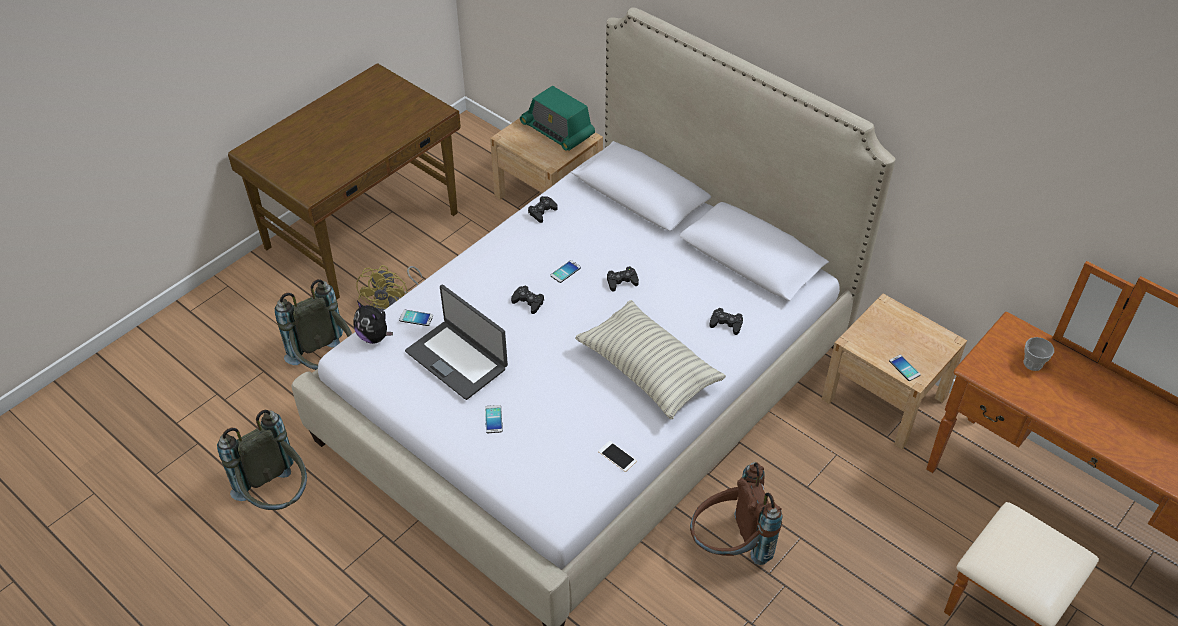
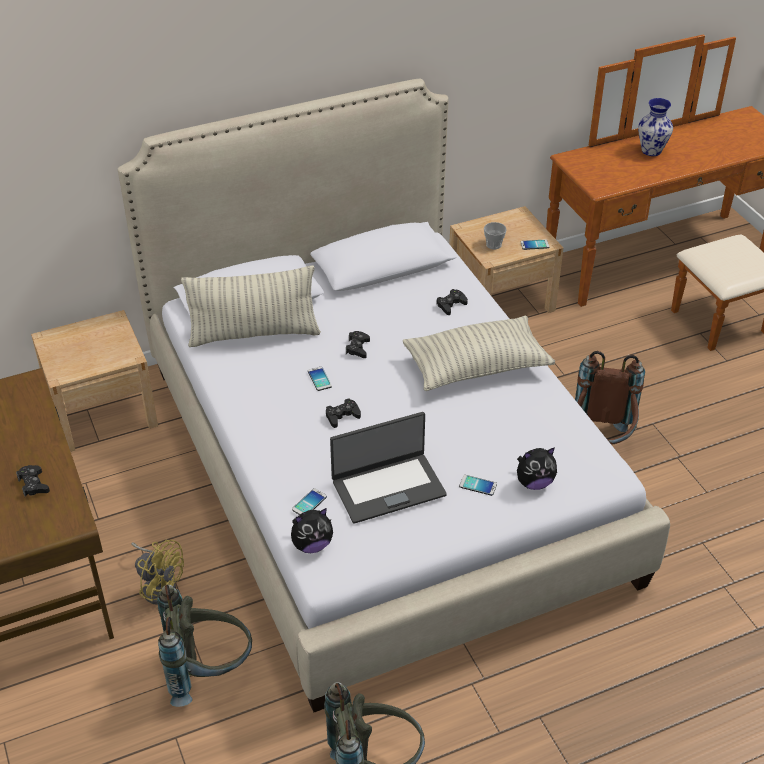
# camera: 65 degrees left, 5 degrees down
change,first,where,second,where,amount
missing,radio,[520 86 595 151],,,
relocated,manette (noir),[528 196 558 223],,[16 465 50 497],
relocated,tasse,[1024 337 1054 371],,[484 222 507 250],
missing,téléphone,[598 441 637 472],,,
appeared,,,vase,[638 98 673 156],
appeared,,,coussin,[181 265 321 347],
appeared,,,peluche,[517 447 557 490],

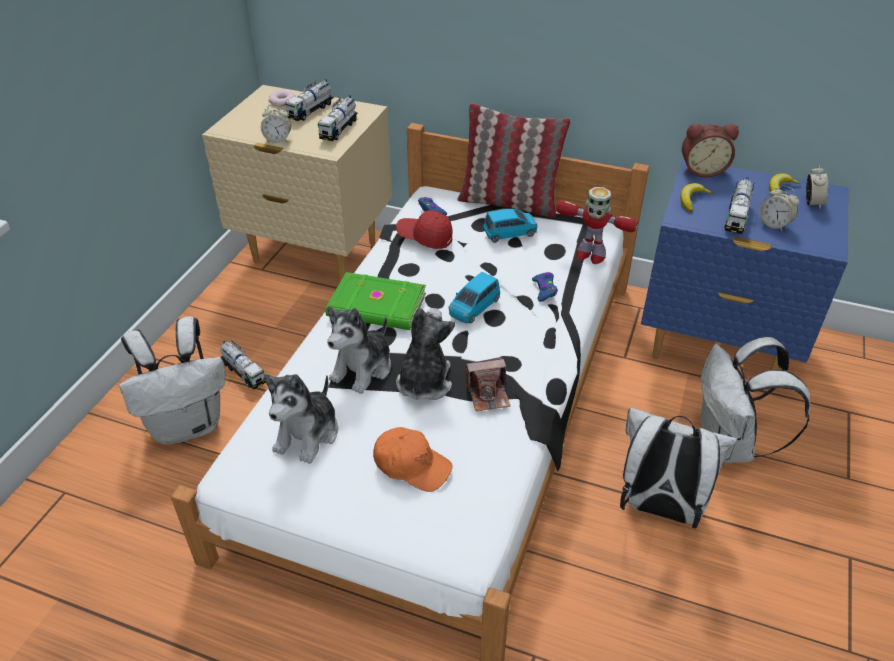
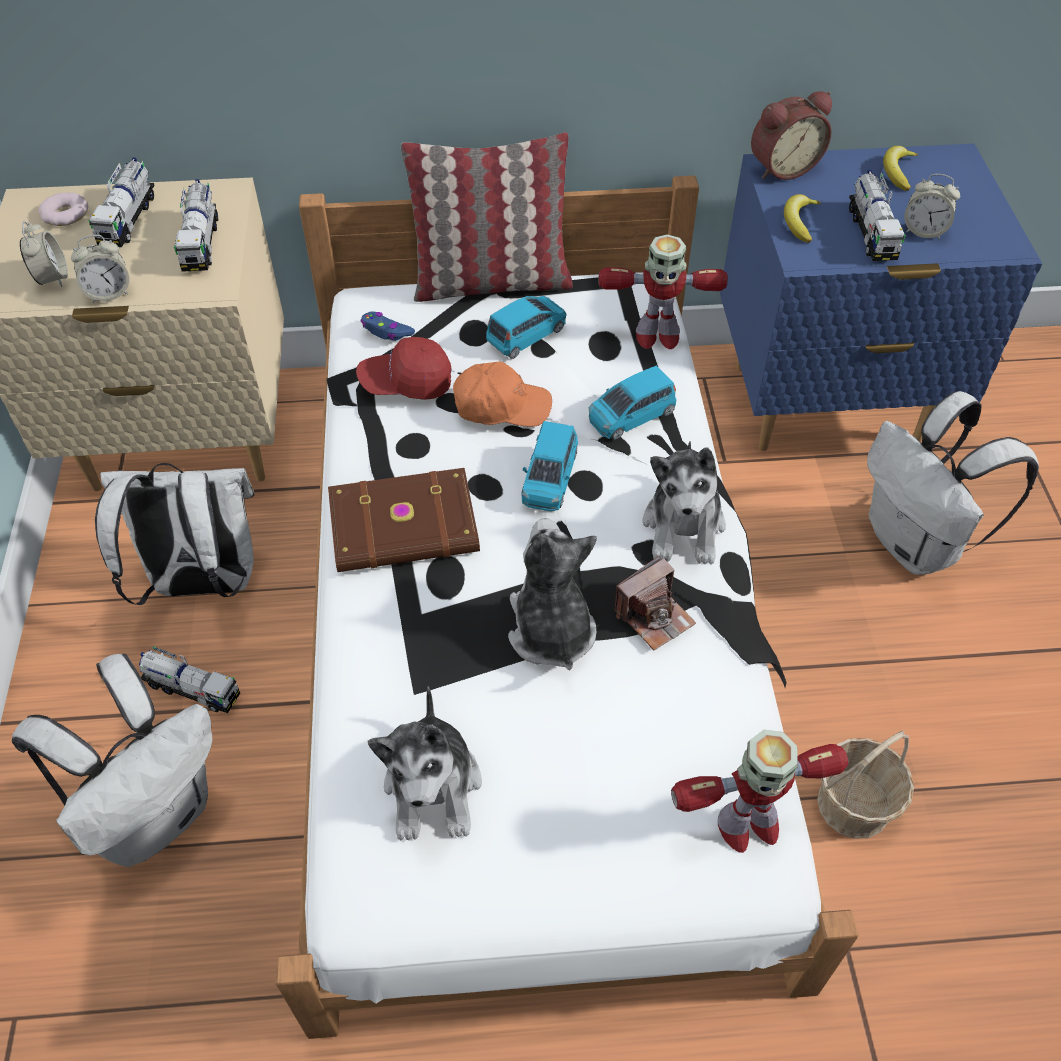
# camera: 25 degrees left, 10 degrees up
change,first,where,second,where,amount
relocated,réveil,[806 165 828 209],,[20 221 68 287],
colour,livre (vert),[325 272 426 330],livre (marron),[328 468 480 572],
exchanged,manette (bleu),[532 272 558 302],petite voiture (bleu),[589 365 677 440],
relocated,peluche,[327 306 391 394],,[643 441 726 565],
relocated,sac à dos (blanc),[620 408 737 528],,[95 463 255 605],
relocated,casquette (orange),[373 427 453 492],,[453 362 552 427],
appeared,,,robot jouet,[671 730 848 853],
appeared,,,panier,[817 730 914 839],

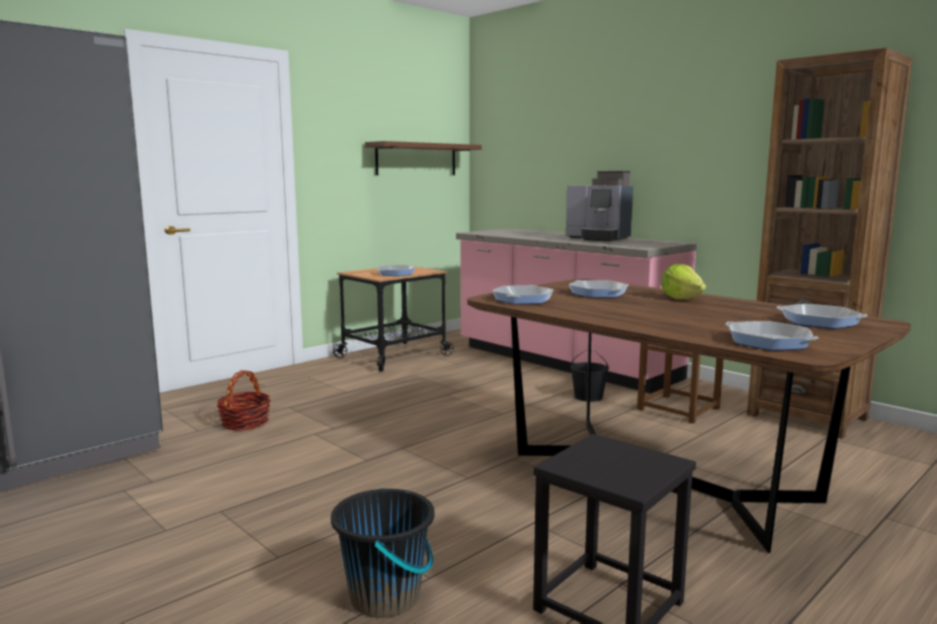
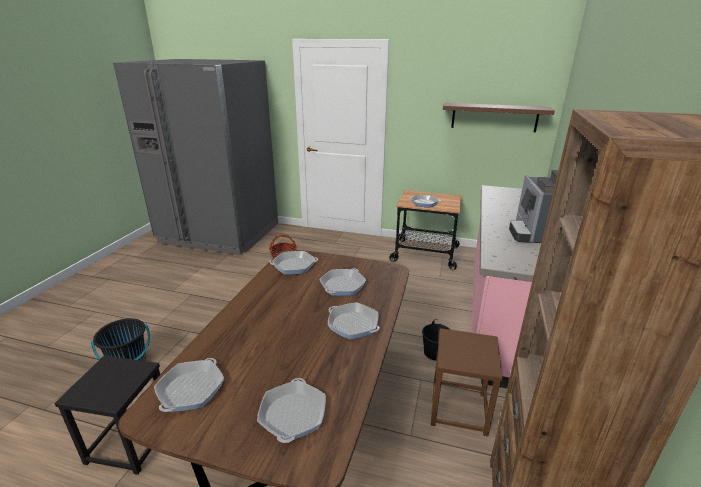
# camera: 60 degrees right, 15 degrees up
change,first,where,second,where,amount
exchanged,laitue,[661 264 706 300],poêle,[328 302 380 339],

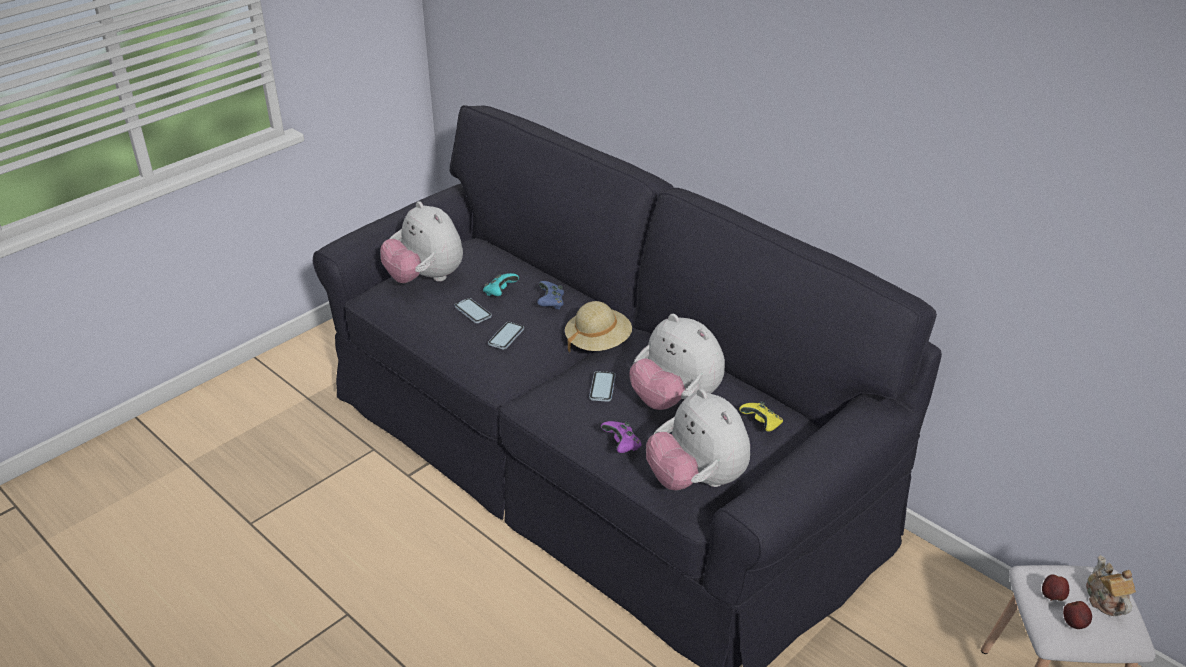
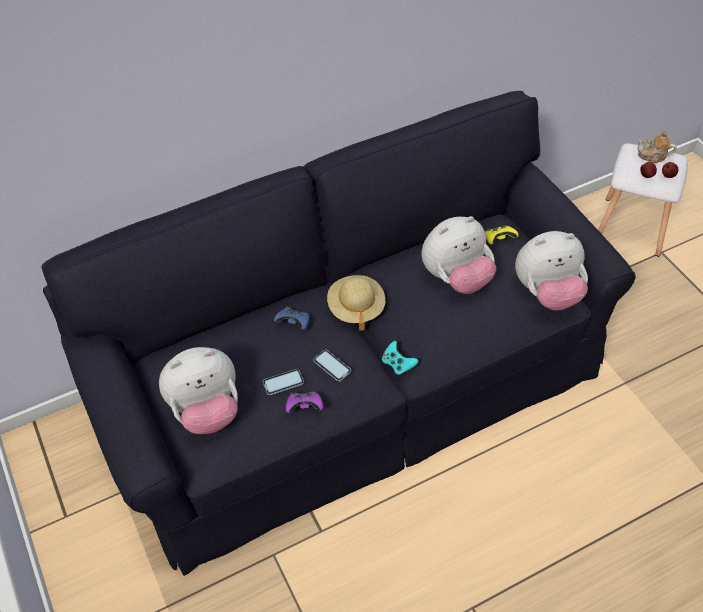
# camera: 70 degrees left, 15 degrees up
change,first,where,second,where,amount
relocated,manette (turquoise),[483 273 519 296],,[382 341 419 375],
missing,téléphone,[589 371 616 402],,,
relocated,manette (violet),[601 421 642 453],,[286 392 323 413],

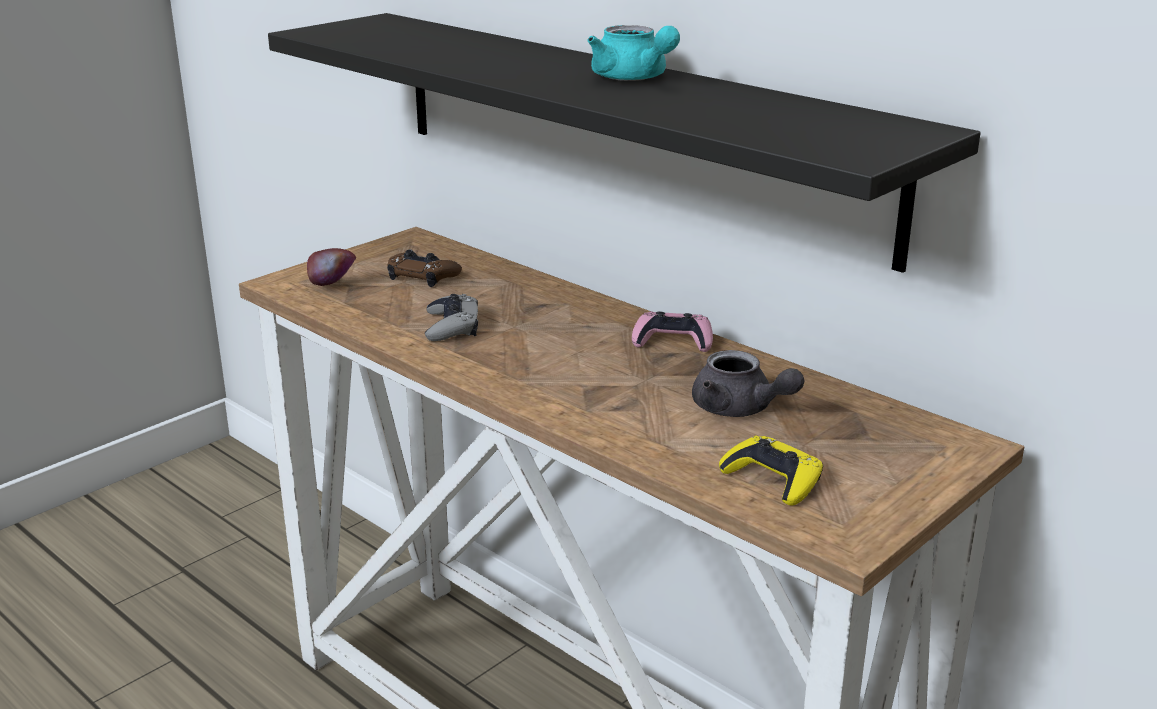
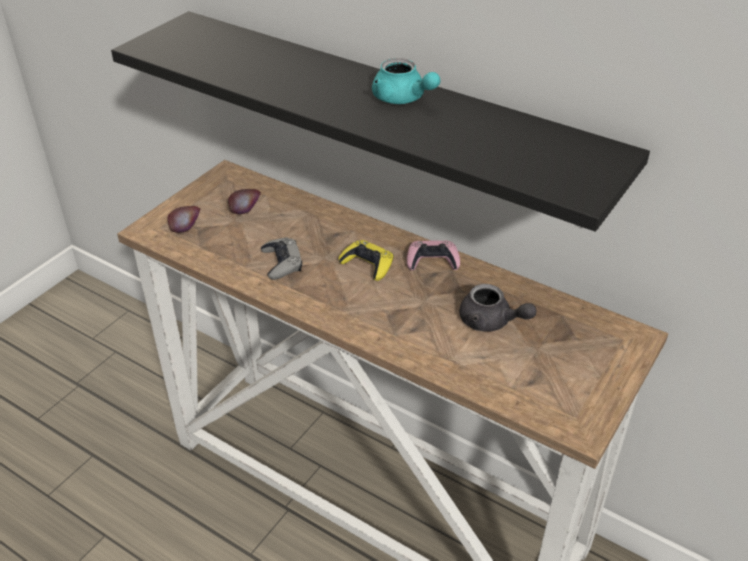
# camera: 10 degrees left, 15 degrees up
change,first,where,second,where,amount
exchanged,manette (marron),[387 249 462 287],pomme,[228 189 261 214],
relocated,manette (jaune),[719 435 823 505],,[338 240 394 281],

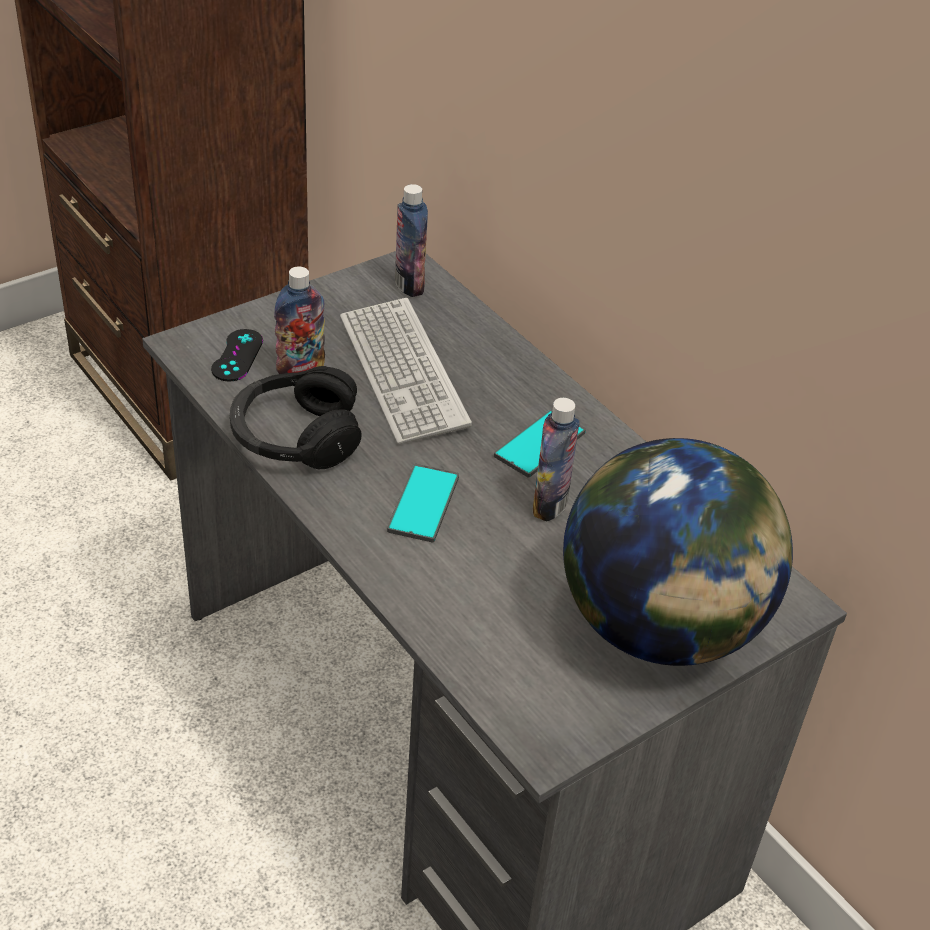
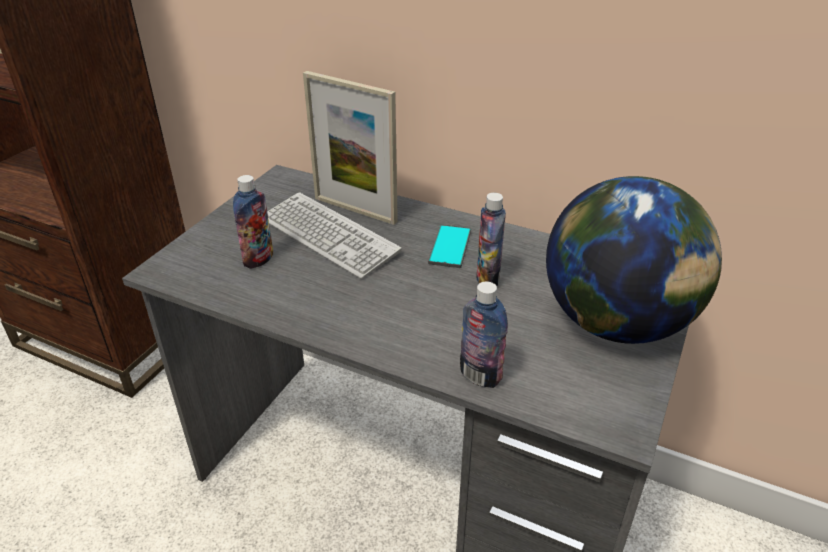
# camera: 25 degrees left, 5 degrees down
change,first,where,second,where,amount
relocated,bouteille,[395 184 428 297],,[460 281 508 388],
missing,manette (noir),[211 329 263 381],,,
missing,casque audio (noir),[230 366 361 469],,,
missing,téléphone,[387 464 459 542],,,
appeared,,,cadre photo,[303 71 398 225],

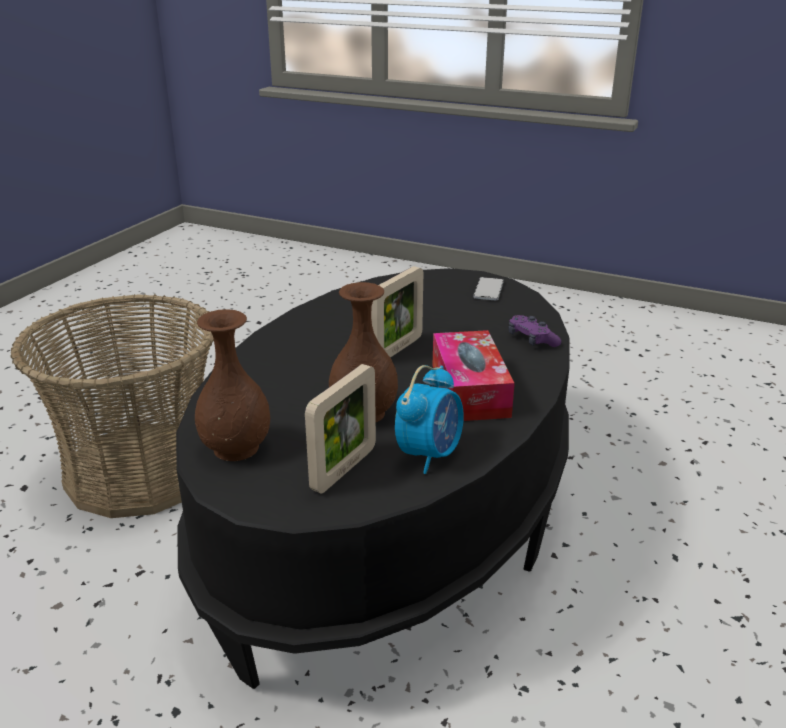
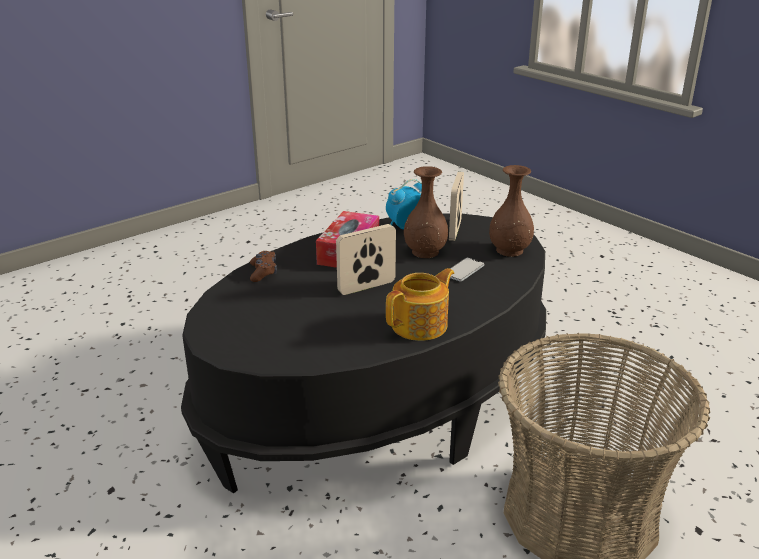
# camera: 155 degrees left, 0 degrees up
change,first,where,second,where,amount
relocated,téléphone,[473 277 504 301],,[450 258 484 281],
colour,manette (violet),[508 315 561 347],manette (marron),[250 251 277 282],
spun,cadre photo,[305 364 376 493],,[449 172 464 241],45 degrees counterclockwise
appeared,,,théière,[386 268 454 341],

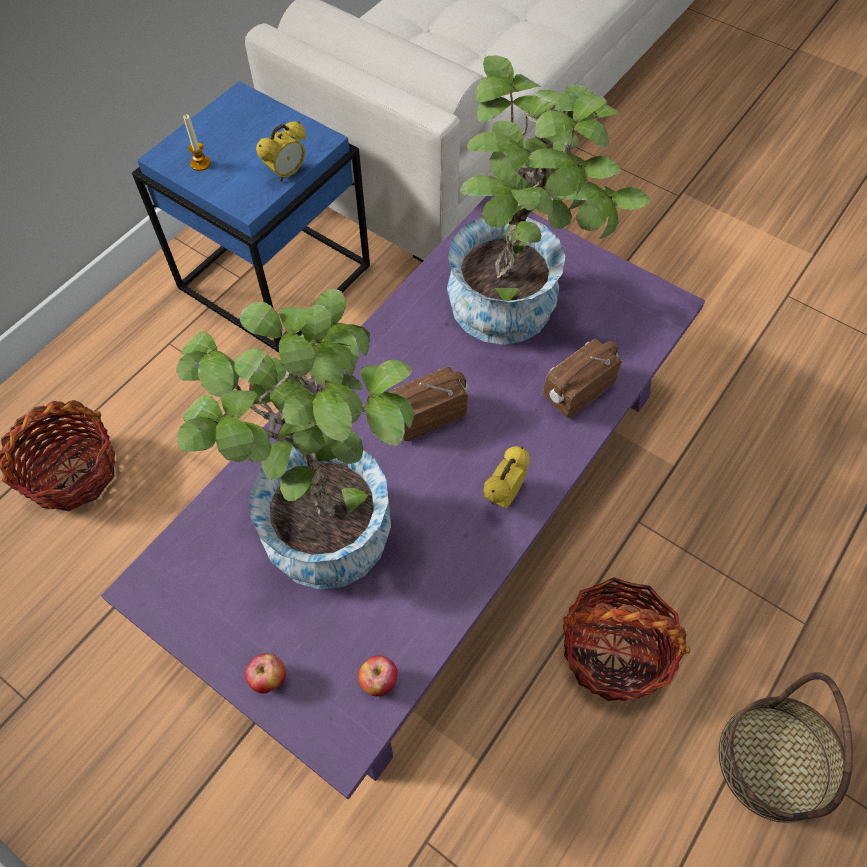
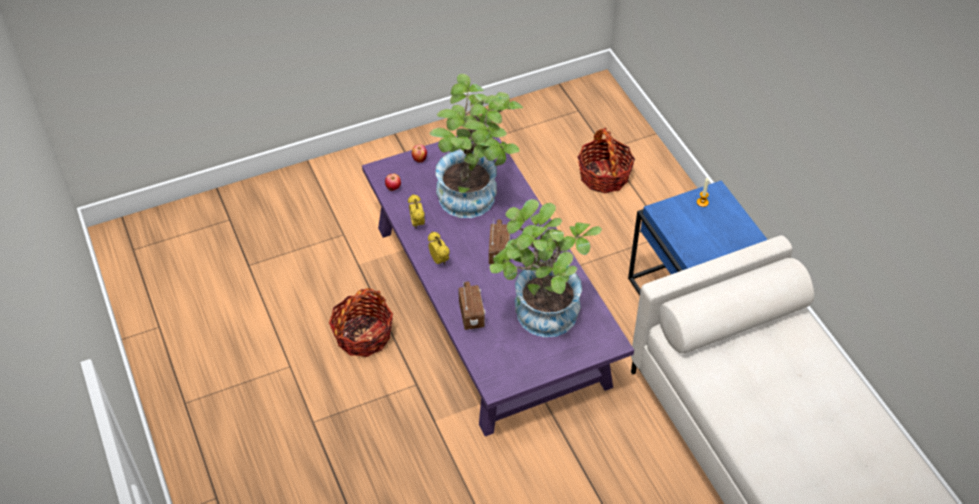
# camera: 120 degrees right, 10 degrees down
change,first,where,second,where,amount
relocated,réveil,[256 121 306 182],,[408 194 425 229],
missing,panier,[718 672 853 823],,,

